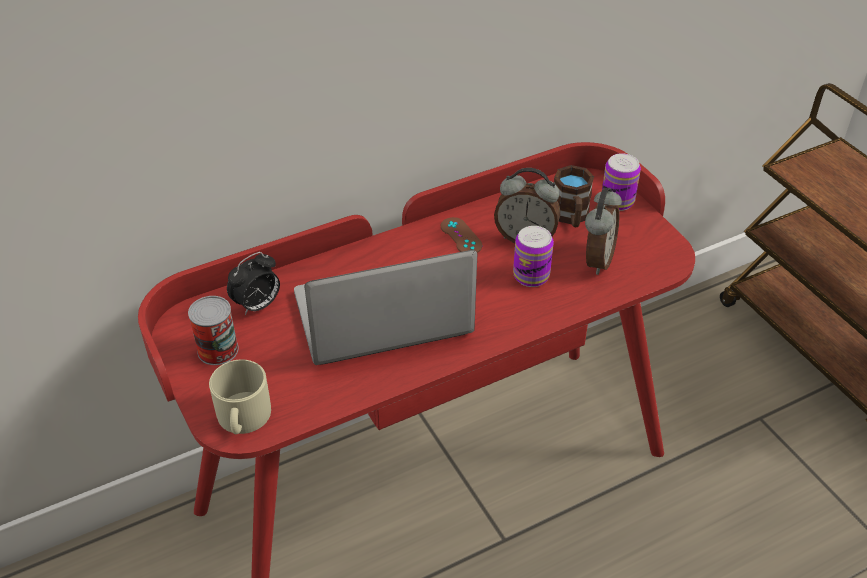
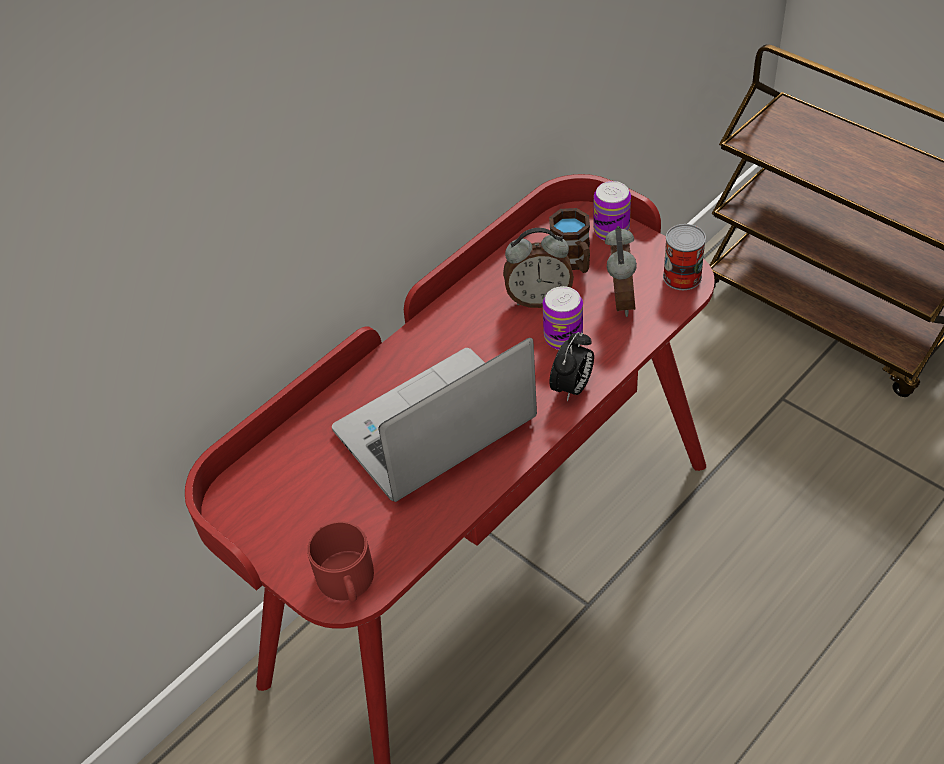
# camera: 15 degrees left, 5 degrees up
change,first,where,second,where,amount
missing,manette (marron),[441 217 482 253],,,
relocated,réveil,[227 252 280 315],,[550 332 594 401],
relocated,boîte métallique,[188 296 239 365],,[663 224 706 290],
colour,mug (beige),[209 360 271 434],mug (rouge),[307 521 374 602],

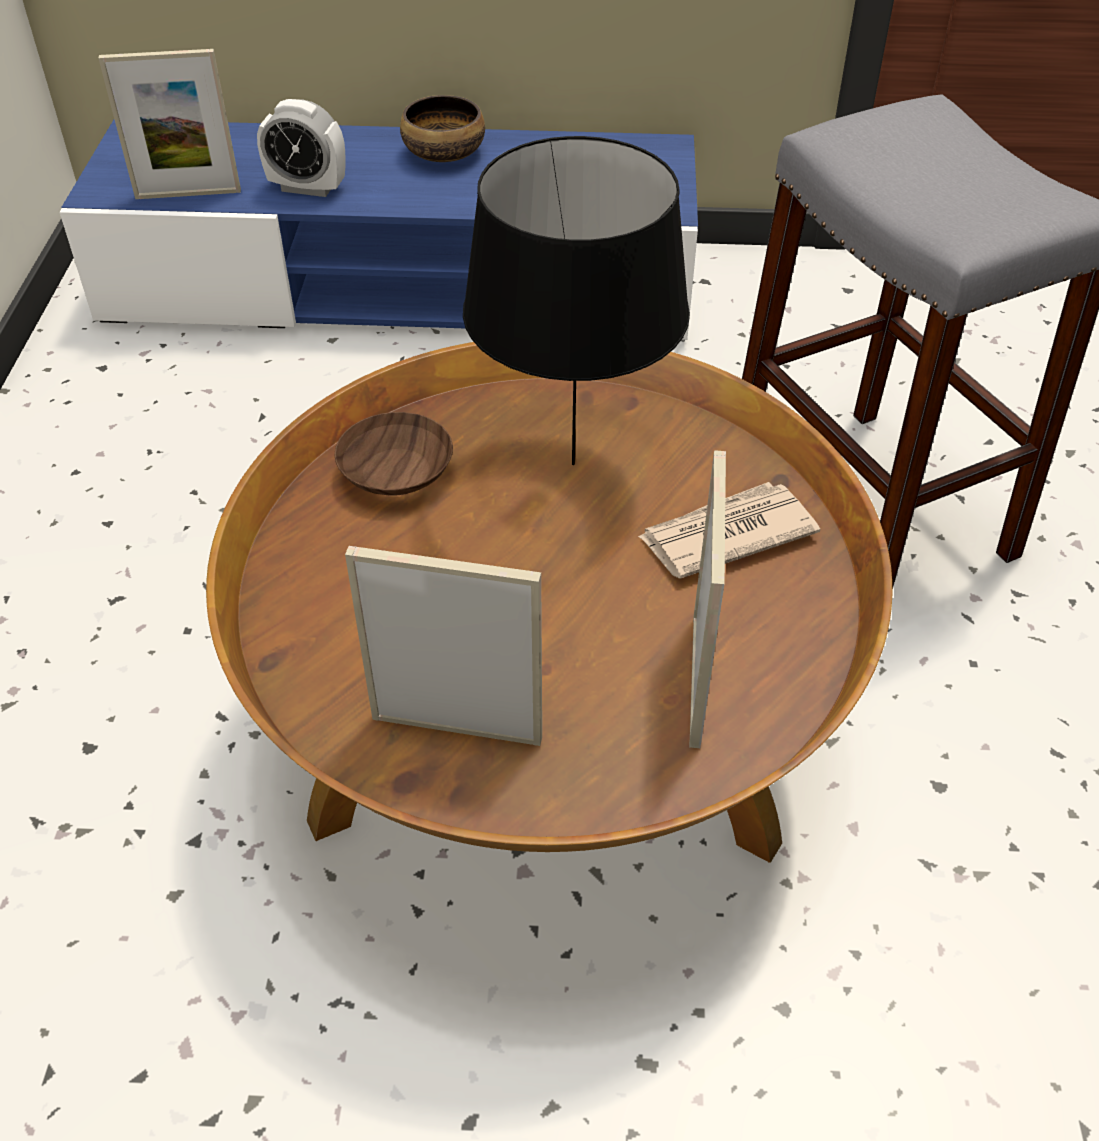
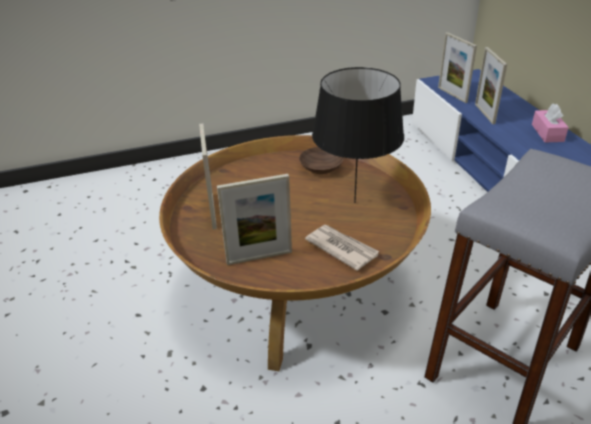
# camera: 70 degrees right, 10 degrees down
change,first,where,second,where,amount
exchanged,bol,[400 95 485 162],boîte à mouchoirs (rose),[532 103 569 142],
exchanged,réveil,[257 99 346 197],cadre photo,[475 47 507 124],

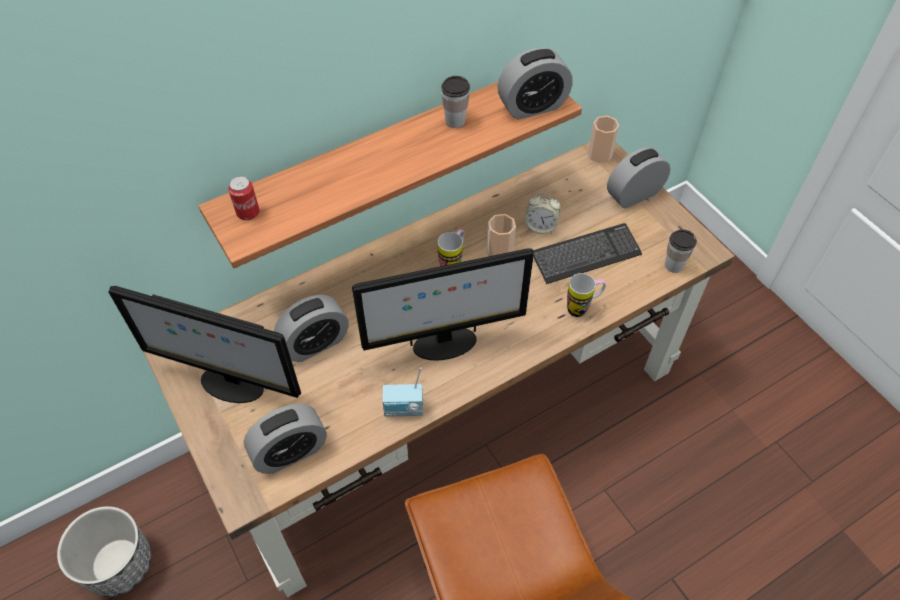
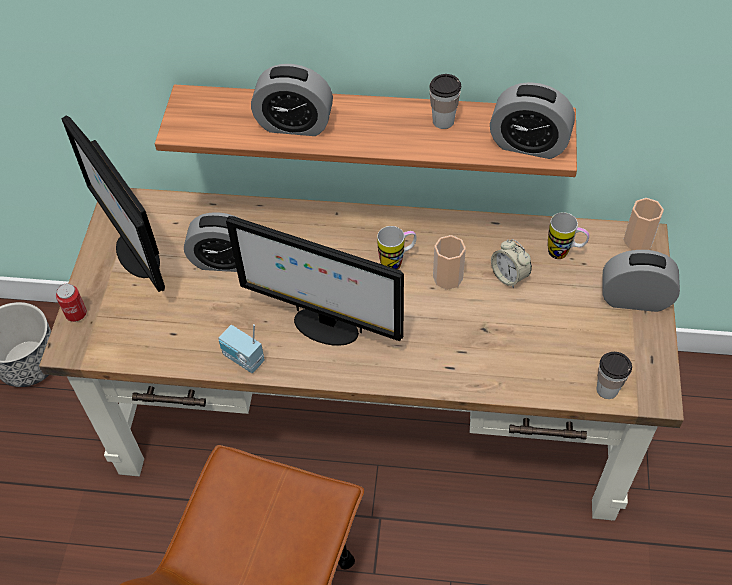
# camera: 40 degrees right, 0 degrees up
change,first,where,second,where,amount
relocated,boîte métallique,[228 176 259 220],,[56 283 87 322],
missing,clavier,[533 223 642 284],,,
relocated,mug,[567 273 606 317],,[548 212 589 259],
relocated,réveil,[243 404 327 474],,[251 64 333 136],

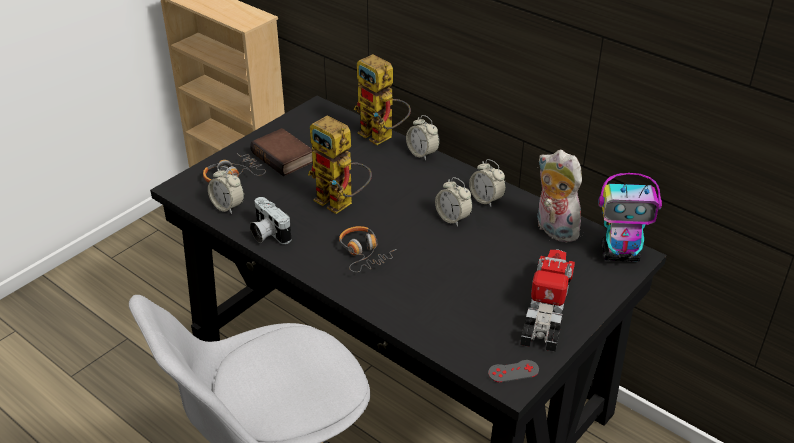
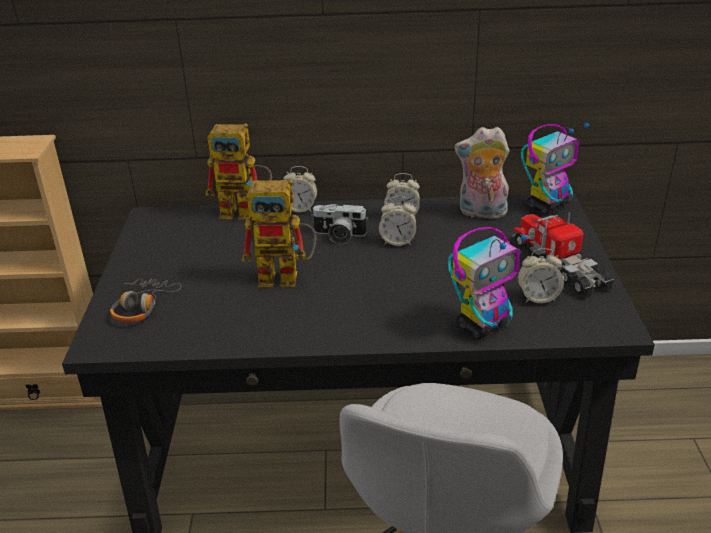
# camera: 40 degrees left, 5 degrees down
change,first,where,second,where,amount
missing,livre,[250 128 313 176],,,
relocated,réveil,[208 166 244 214],,[518 248 564 303],
relocated,appareil photo,[250 197 292 244],,[312 204 368 244],
missing,casque audio,[339 226 397 272],,,
missing,manette (gris),[488 360 539 382],,,
appeared,,,robot jouet,[448 227 528 339],

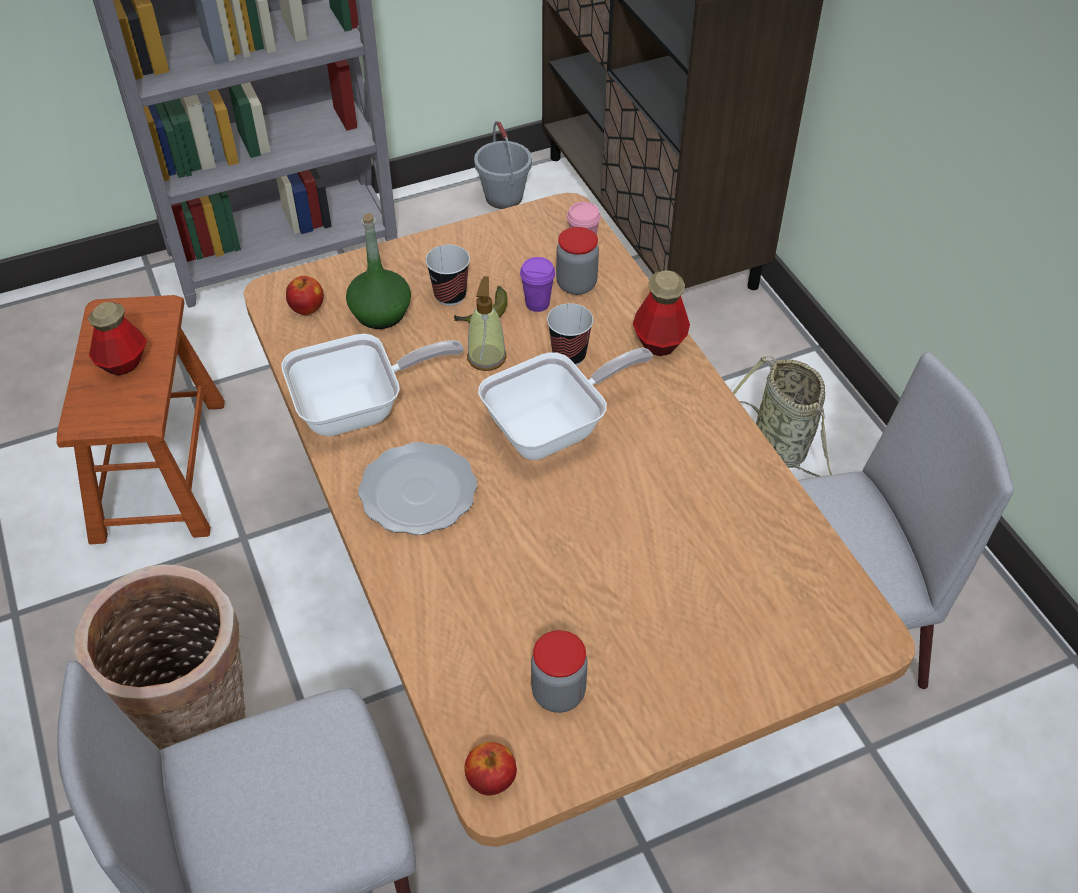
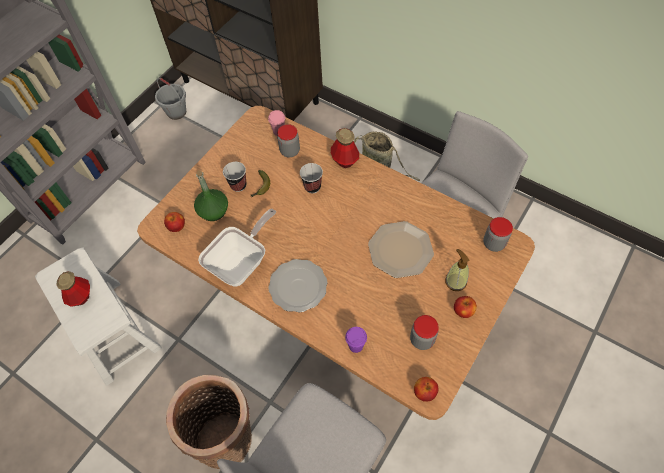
# camera: 30 degrees left, 10 degrees up
change,first,where,second,where,amount
relocated,tasse (violet),[520 257 555 312],,[345 327 367 353],
relocated,distributeur de savon,[467 276 507 371],,[445 249 470 291],
colour,tabouret (marron),[57 295 225 544],tabouret (blanc),[35 248 162 386],
missing,poêle,[478 348 653 460],,,
appeared,,,bocal,[483 217 513 252],
appeared,,,assiette,[368 221 434 278],
appeared,,,pomme,[454 296 477 318],

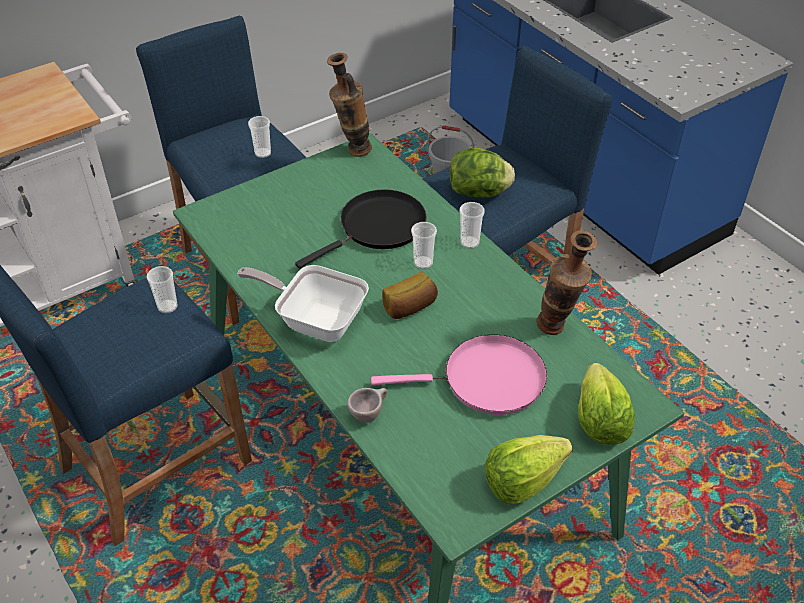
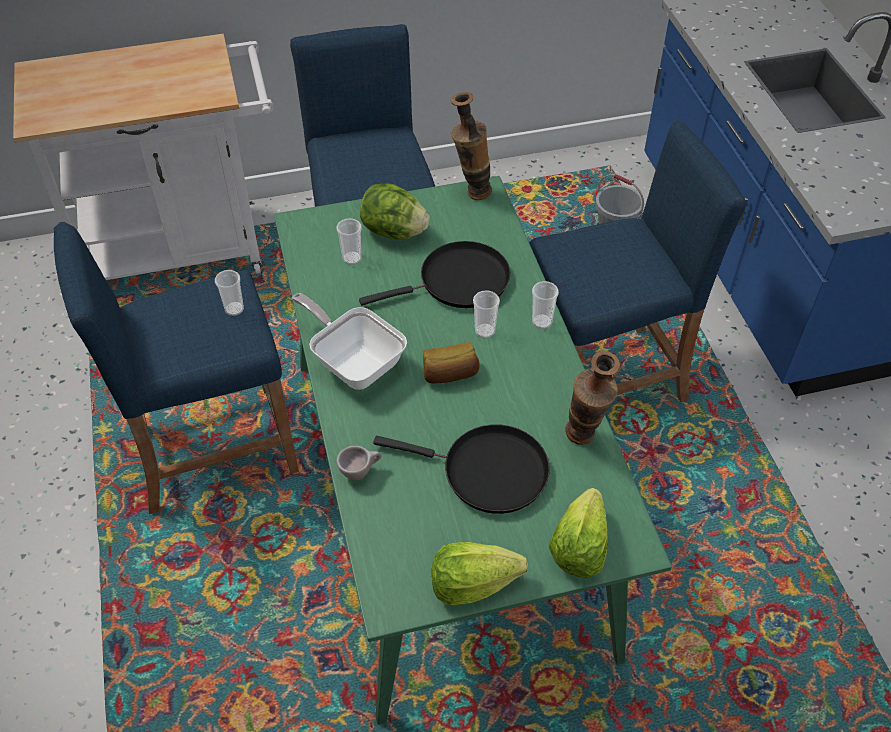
# camera: 20 degrees right, 5 degrees up
change,first,where,second,where,amount
relocated,tasse,[248 116 271 158],,[337 218 362 265],
relocated,laitue,[450 148 515 198],,[360 183 430 240],
colour,poêle (rose),[371 335 547 415],poêle (noir),[373 424 550 514],

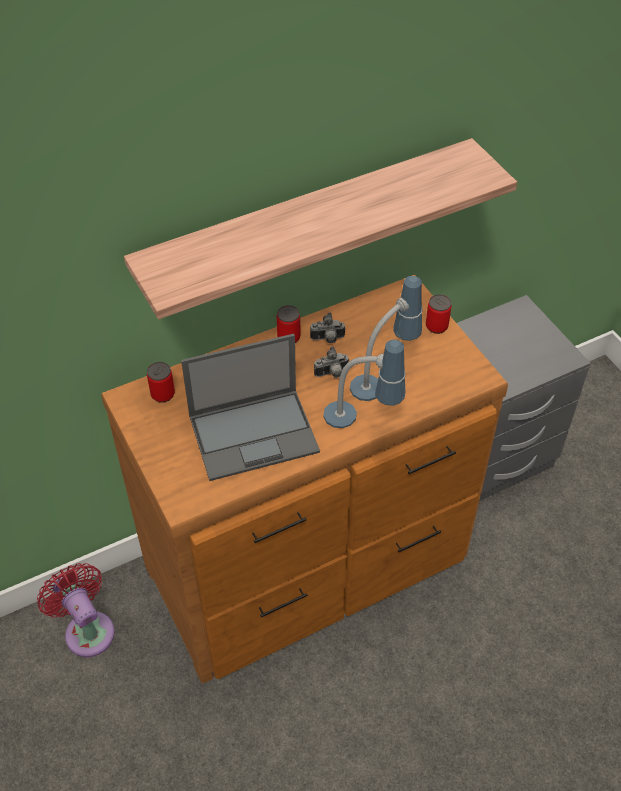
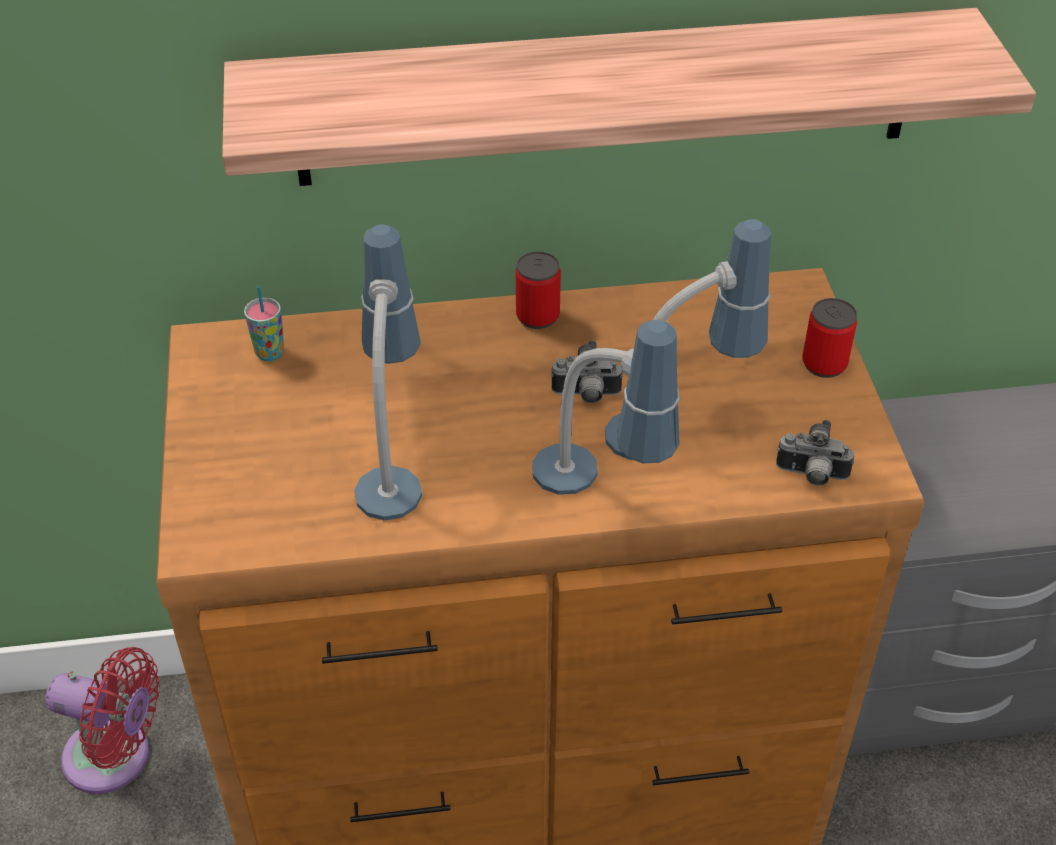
# camera: 20 degrees right, 5 degrees down
change,first,where,second,where,amount
relocated,appareil photo,[310 312 346 343],,[776 420 854 486],
exchanged,ordinateur portable,[181 334 320 481],lampe de table,[354 224 422 521],
exchanged,boîte métallique,[147 362 175 403],tasse,[244 286 284 361],
spun,ventilateur (rouge),[37 563 115 657],,[46 647 159 794],120 degrees clockwise

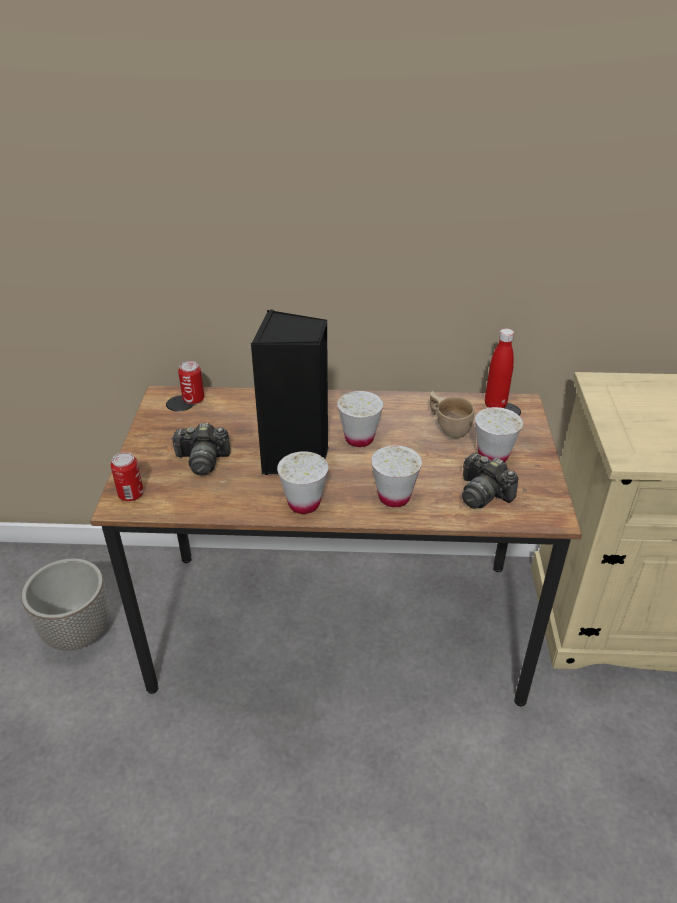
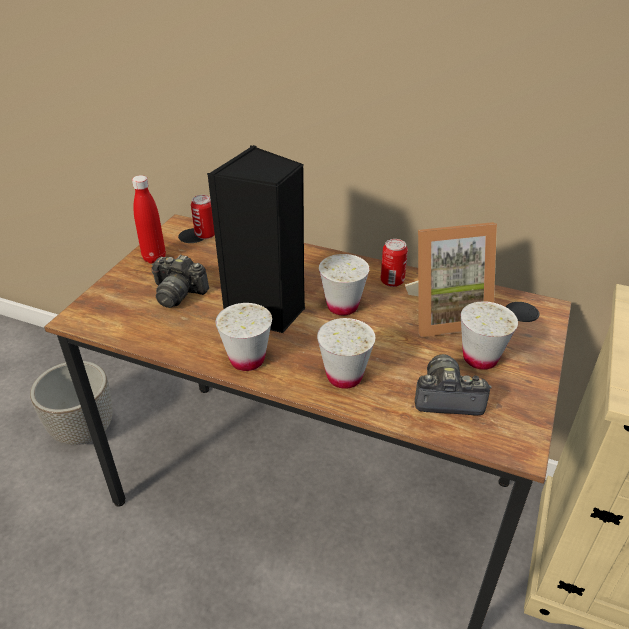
# camera: 20 degrees right, 0 degrees up
change,first,where,second,where,amount
relocated,bouteille (rouge),[485 328 514 408],,[132 175 166 264],
exchanged,tasse (beige),[430 391 474 438],cadre photo,[405 222 497 337],
relocated,boîte métallique,[111 452 144 502],,[381 239 408 287],
spun,appareil photo,[462 453 519 508],,[415 354 492 416],120 degrees clockwise

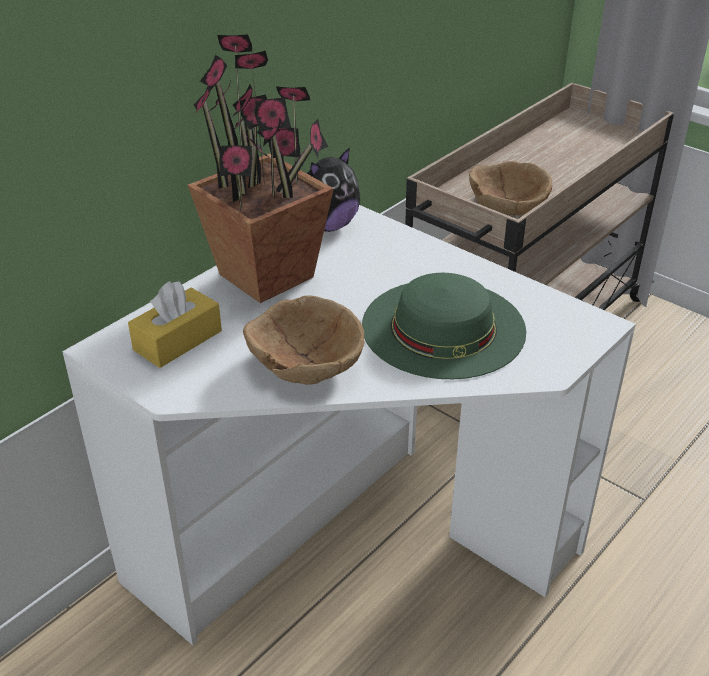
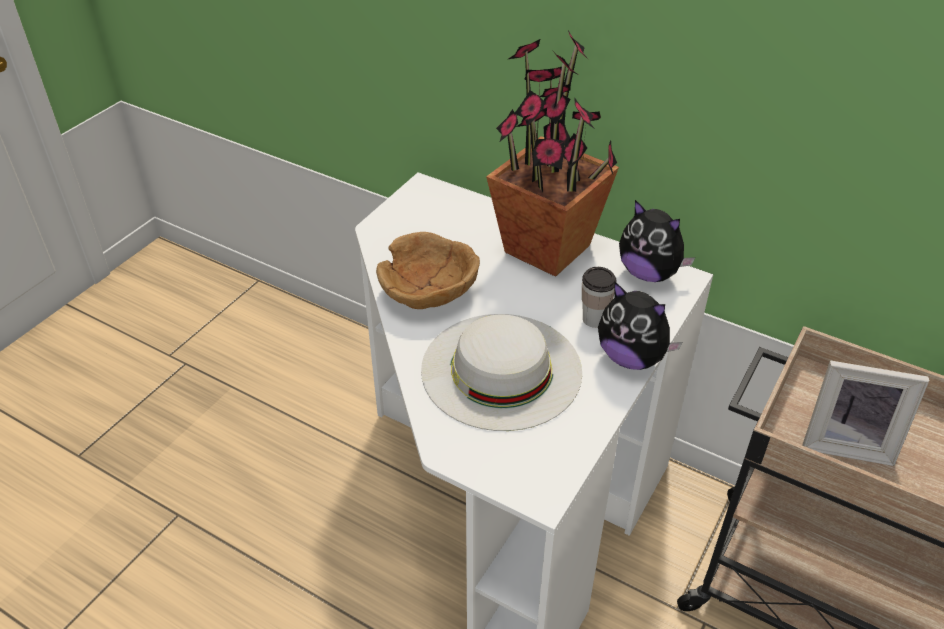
# camera: 80 degrees right, 5 degrees up
change,first,where,second,where,amount
exchanged,bol (marron),[469 161 552 215],cadre photo,[802 360 929 466],
colour,chapeau (vert),[362 273 526 379],chapeau (blanc),[421 314 582 431],
missing,boîte à mouchoirs (jaune),[128 281 222 368],,,
appeared,,,tasse,[582 267 617 328],
appeared,,,peluche,[598 282 682 370],

